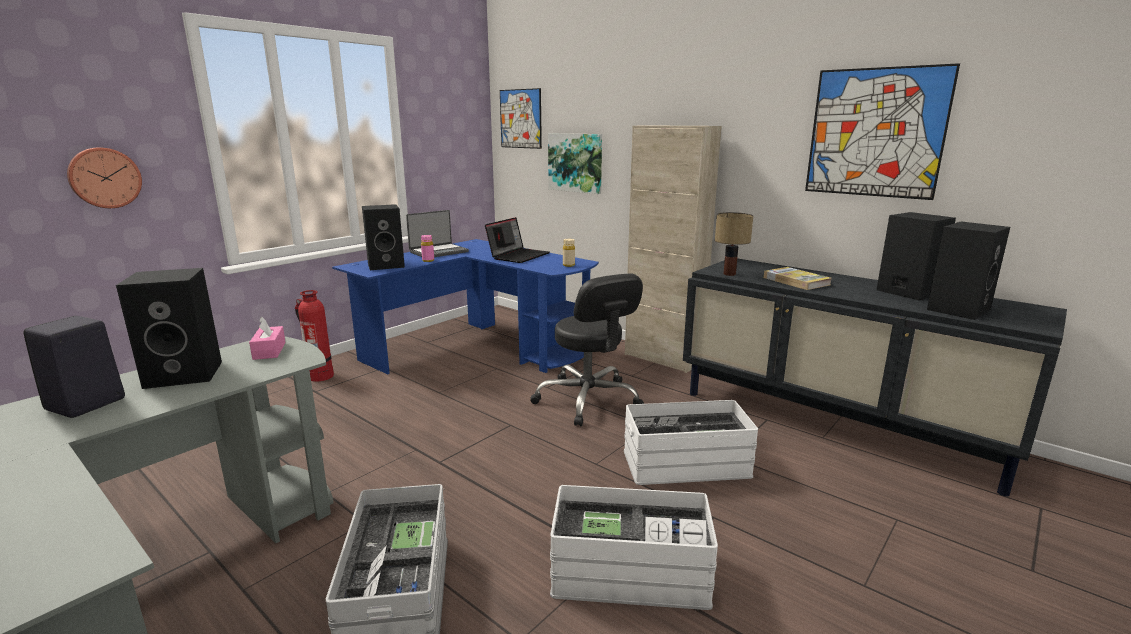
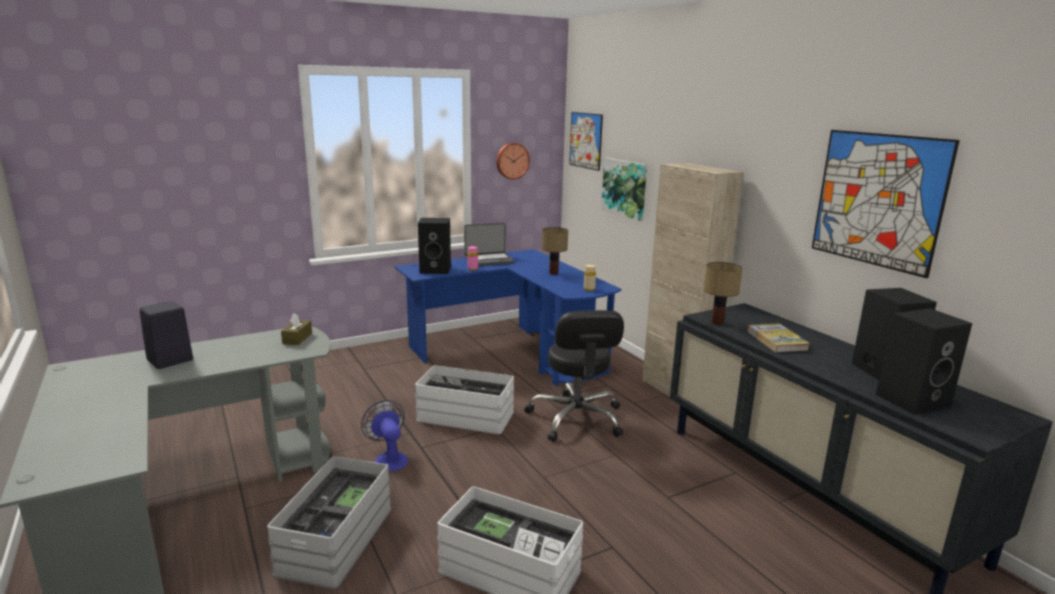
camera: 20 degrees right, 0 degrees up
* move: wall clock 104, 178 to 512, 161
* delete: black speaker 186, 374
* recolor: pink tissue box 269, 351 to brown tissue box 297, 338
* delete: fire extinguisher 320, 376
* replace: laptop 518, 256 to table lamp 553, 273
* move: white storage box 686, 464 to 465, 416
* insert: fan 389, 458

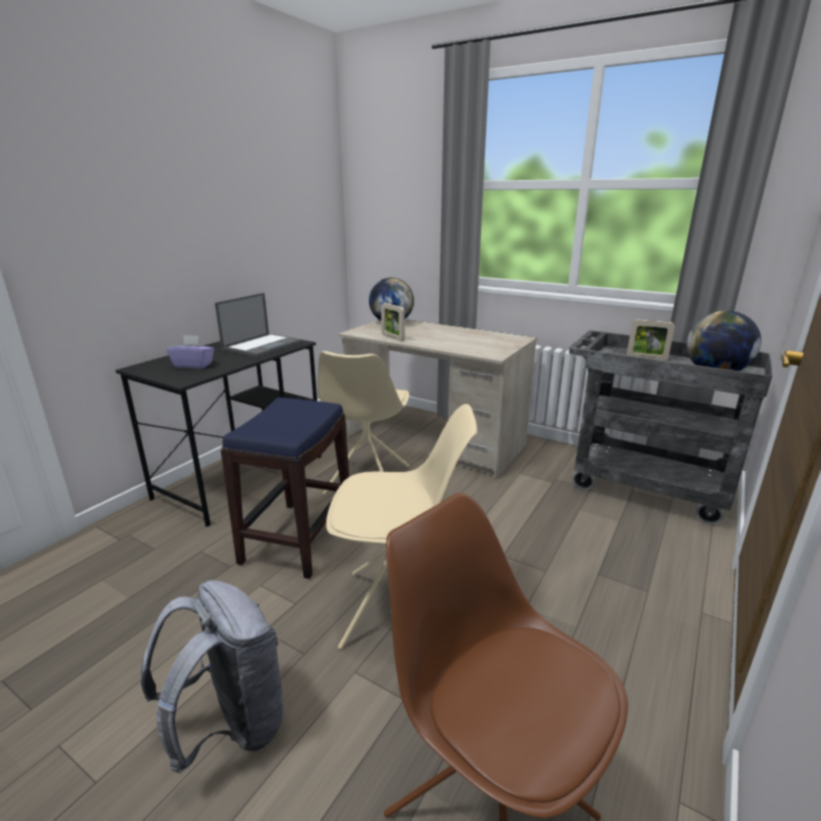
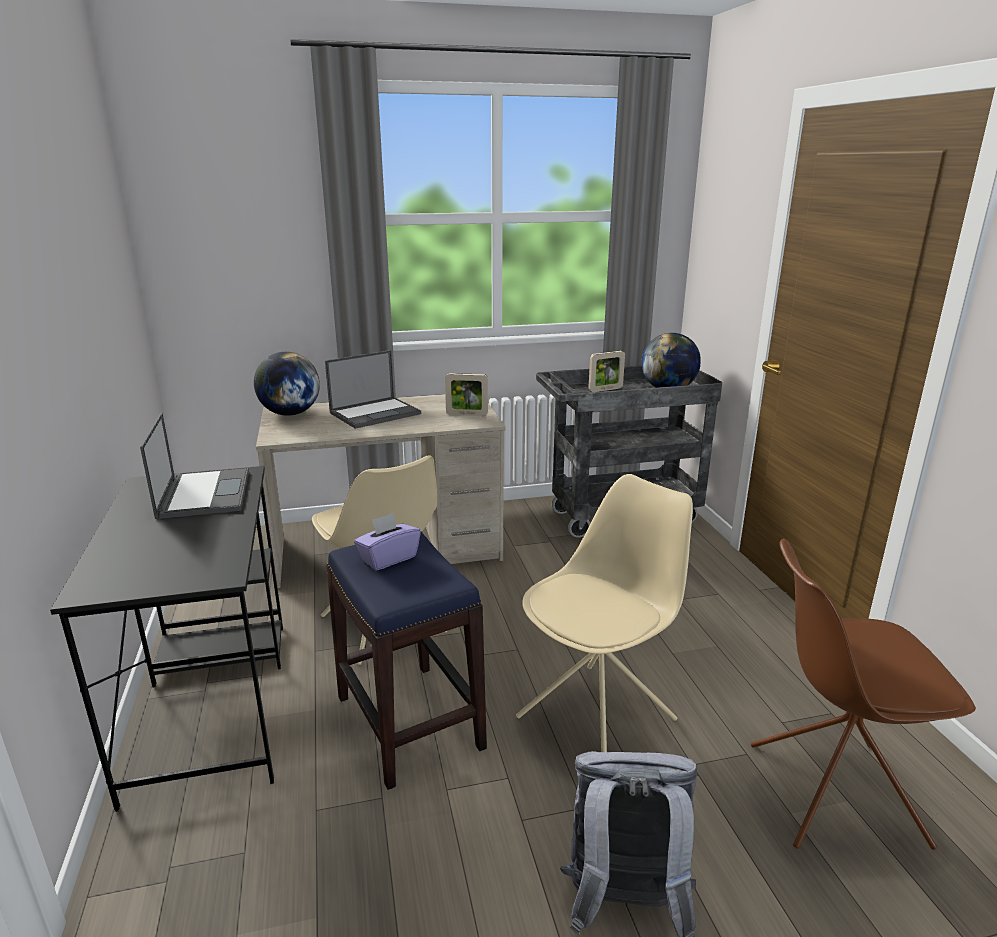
camera: 45 degrees left, 0 degrees up
* move: purple tissue box 193, 365 to 388, 558
* move: picture frame 392, 338 to 467, 414
* insert: laptop 376, 413

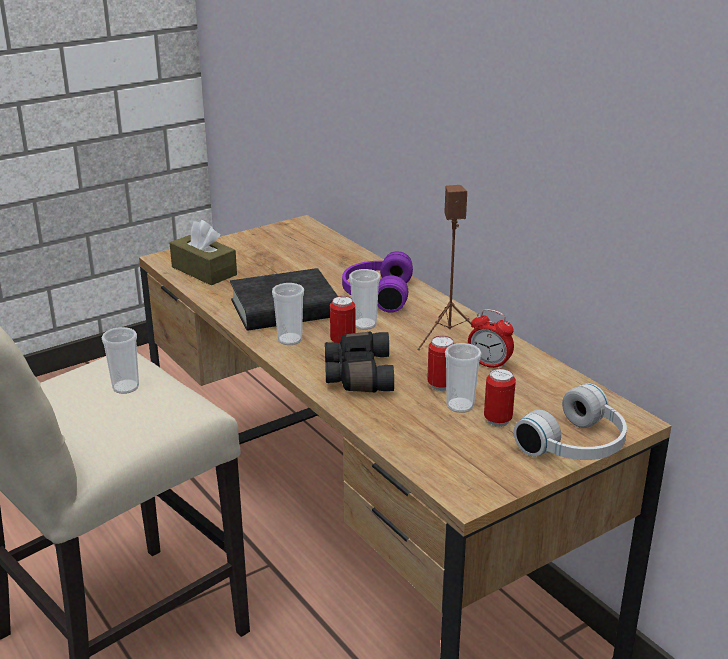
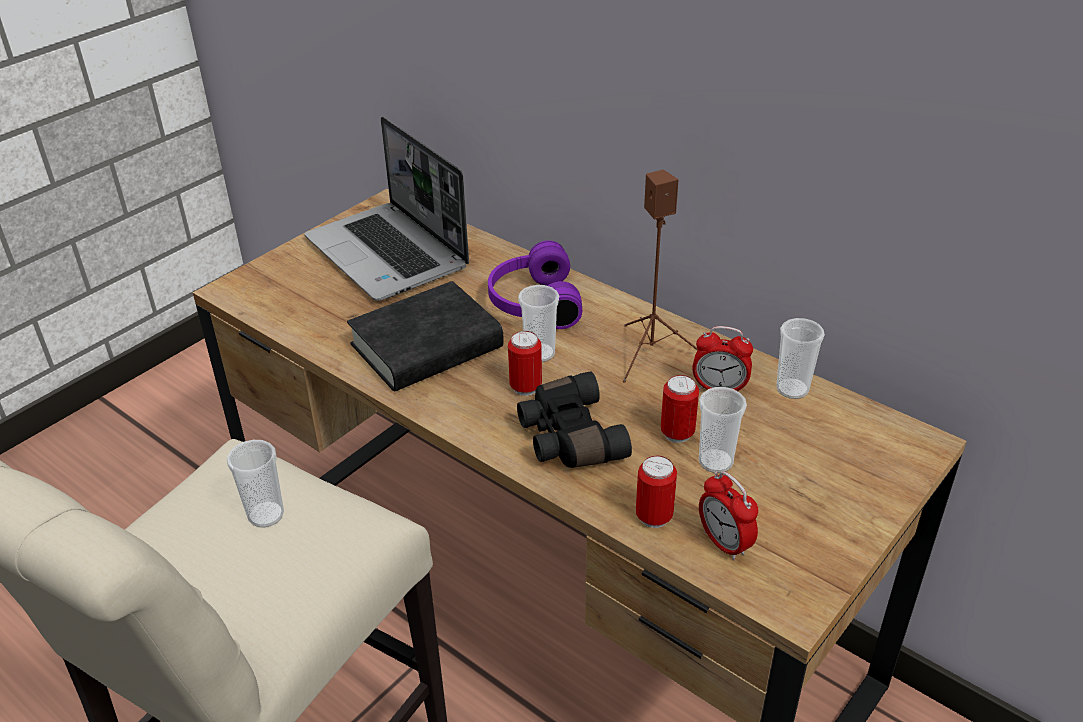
camera: 15 degrees left, 10 degrees up
* delete: brown tissue box 204, 271
* move: cup 290, 339 to 792, 389
* move: can 497, 420 to 654, 517
* delete: white headphones 577, 446
* insert: laptop 389, 254
* insert: alarm clock 724, 543

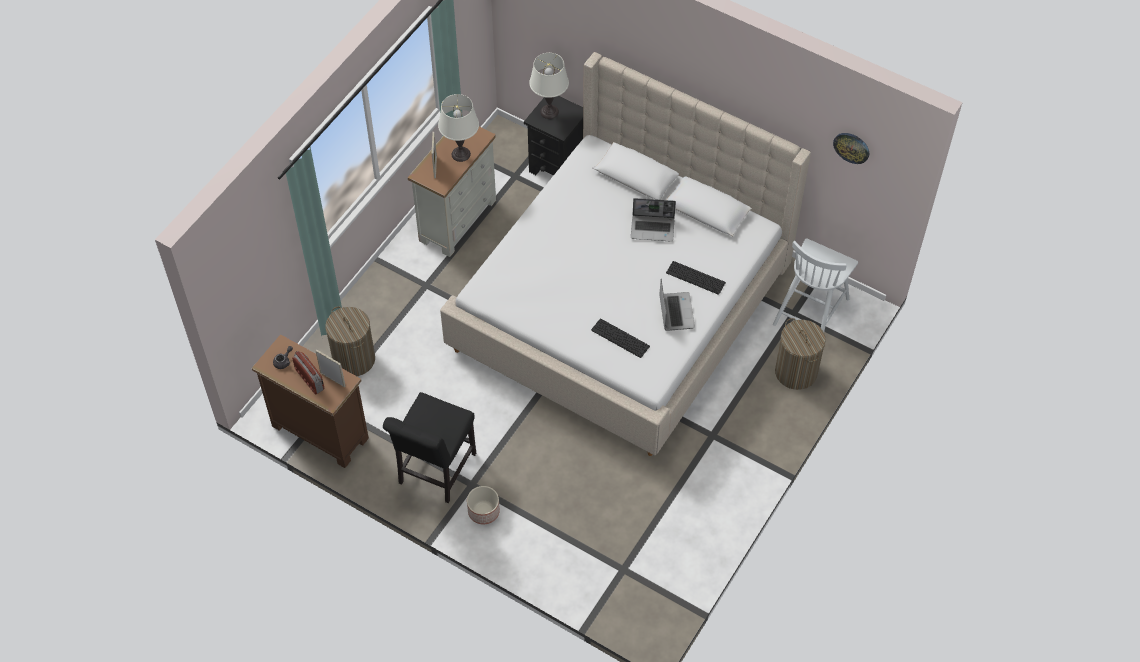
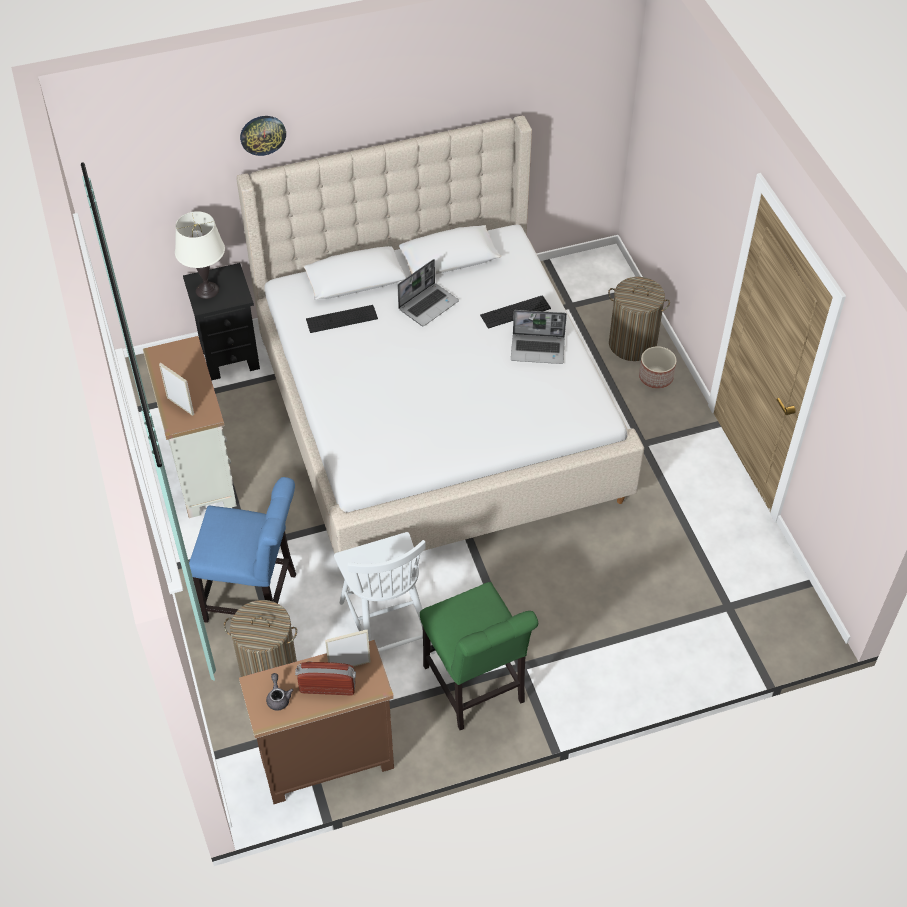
camera: 50 degrees left, 5 degrees down
* recolor: black chair 435, 472 to green chair 476, 688
* delete: white table lamp 461, 154
* move: planter 483, 511 to 655, 377
* move: keyboard 620, 338 to 342, 319
* rotate: laptop 675, 311 = 538, 349 150 degrees clockwise
* move: white chair 811, 310 to 386, 625
* move: wall clock 851, 147 to 262, 134
* insert: blue chair 256, 598

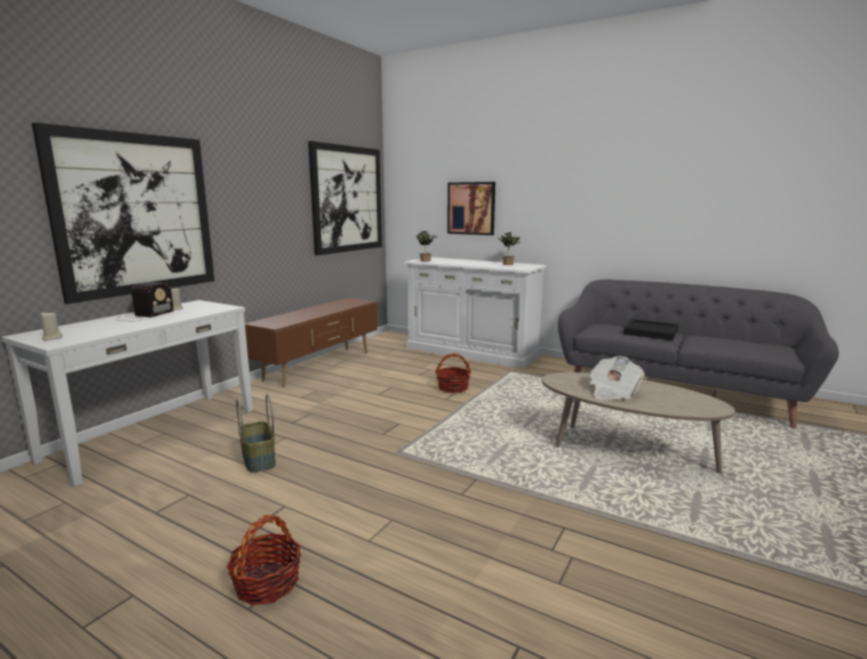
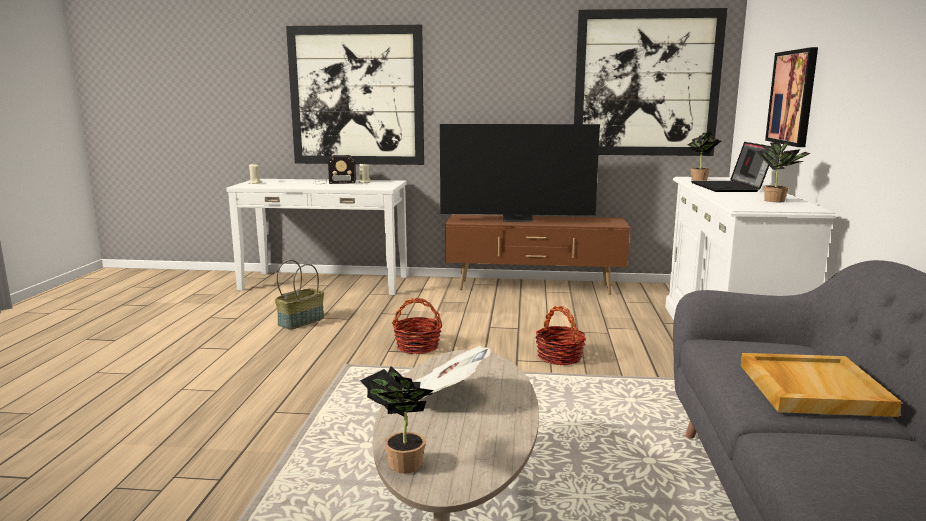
camera: 65 degrees right, 0 degrees up
* move: basket 267, 583 to 417, 346
* recolor: black tray 650, 332 to beige tray 811, 388
* insert: potted plant 400, 463
* insert: television 518, 220
* insert: laptop 730, 188

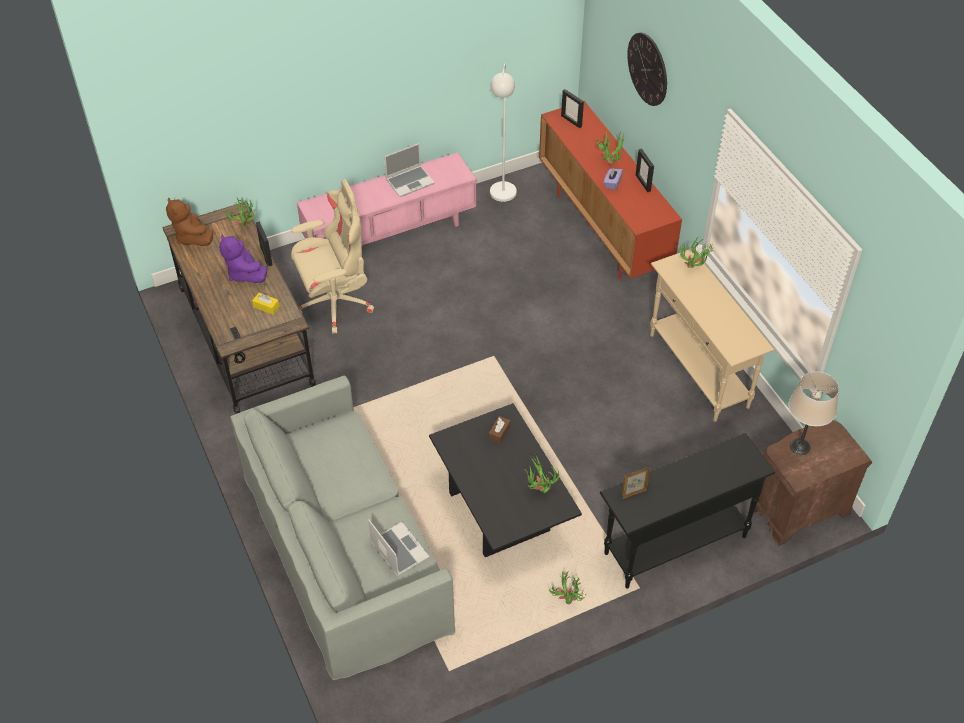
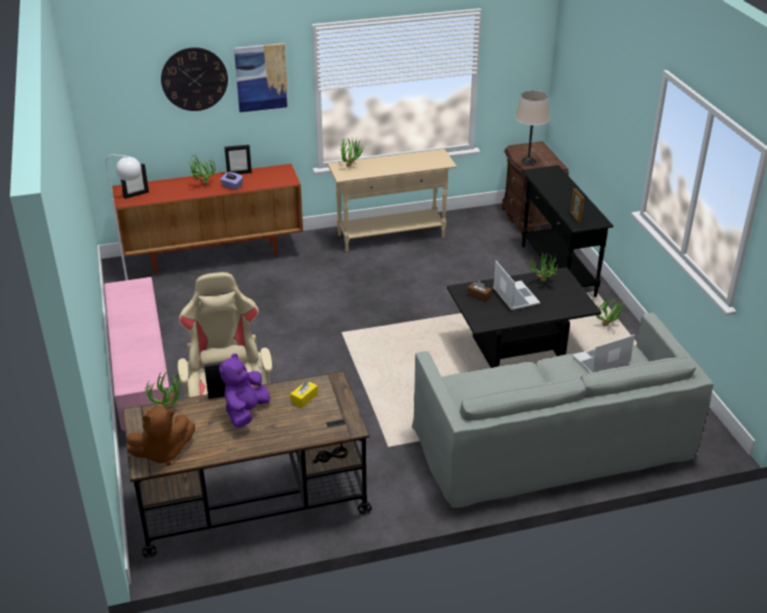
camera: 80 degrees left, 15 degrees down
* rotate: purple plush toy 244, 274 = 245, 412 135 degrees clockwise
* move: laptop 410, 181 to 515, 296
* insert: picture 261, 77

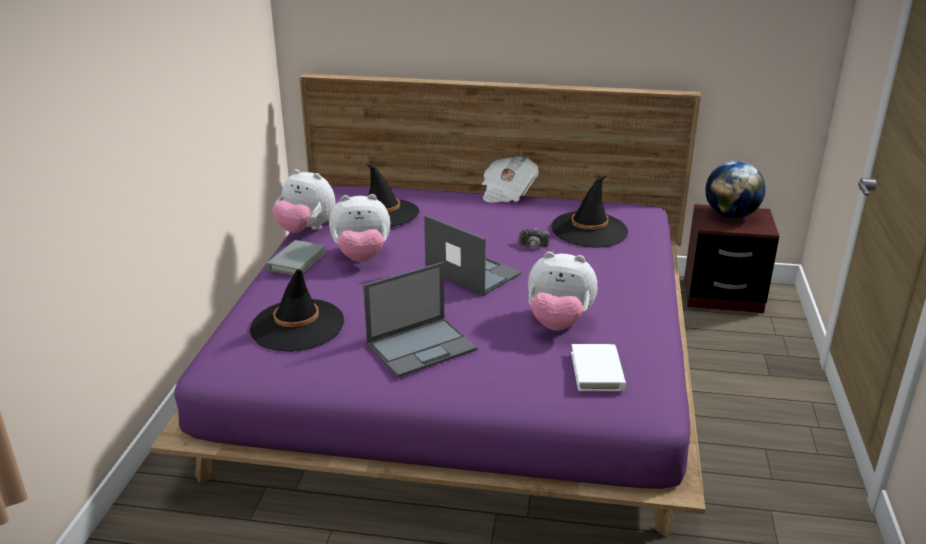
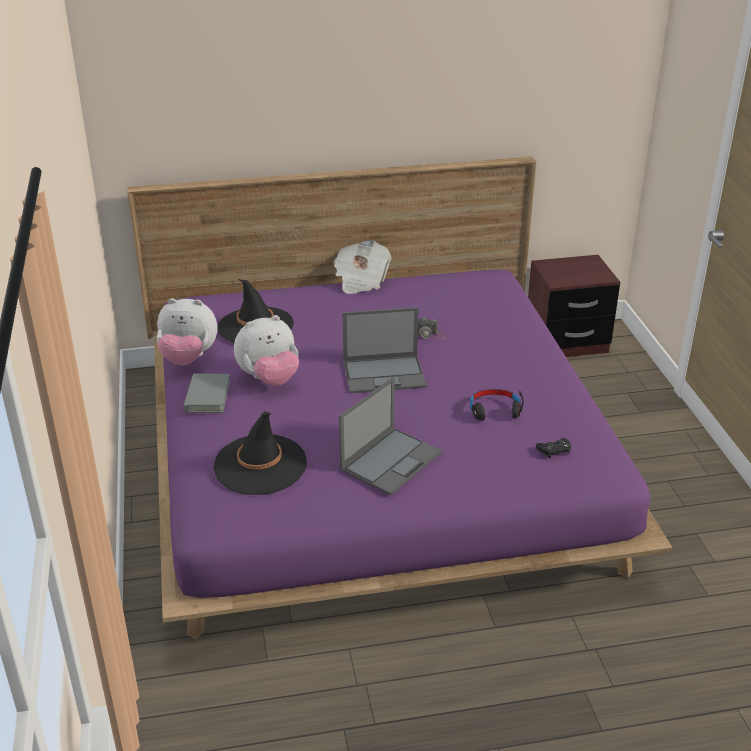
camera: 20 degrees left, 5 degrees up
* rotate: laptop 471, 272 = 385, 374 150 degrees clockwise
* replace: plush toy 558, 323 to black headphones 494, 410
* delete: black hat 589, 230
* replace: white book 597, 371 to black game controller 554, 450
* delete: globe 730, 215

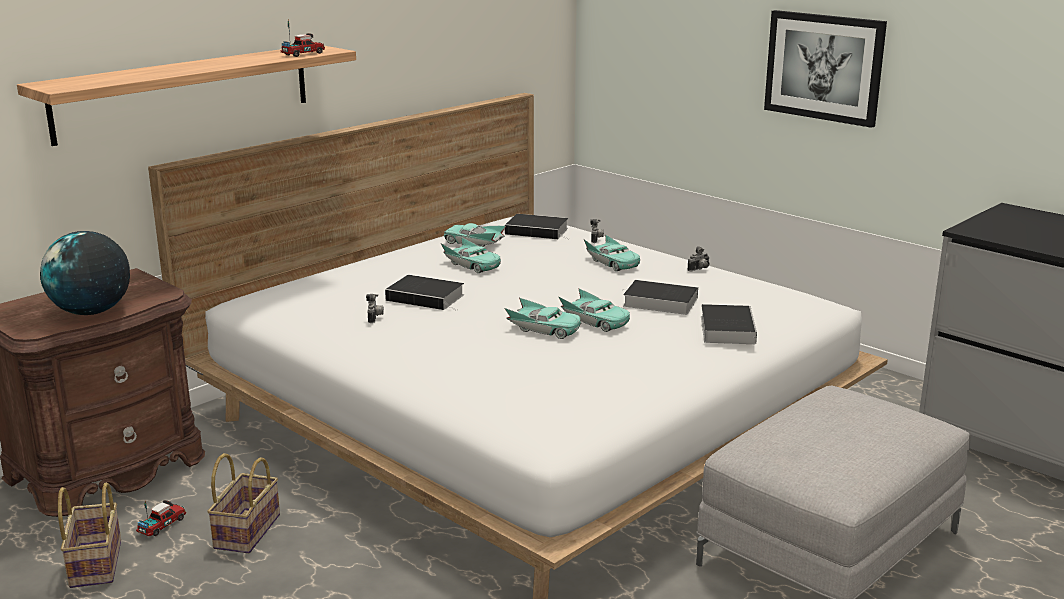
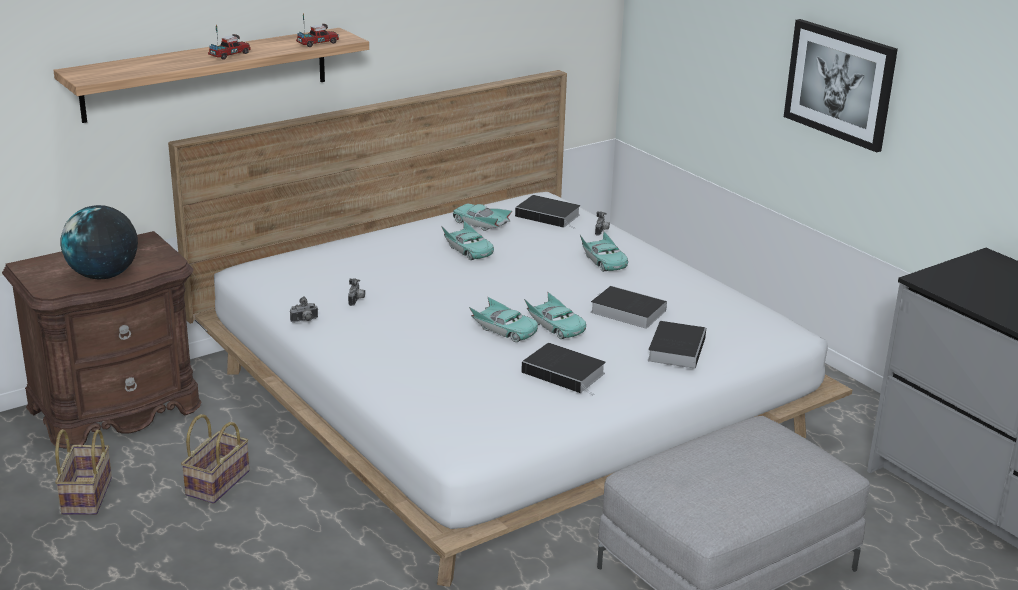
camera: 10 degrees right, 5 degrees up
* move: toy truck 163, 525 to 230, 55
* move: book 427, 297 to 566, 373
* move: photo camera 699, 269 to 305, 321

